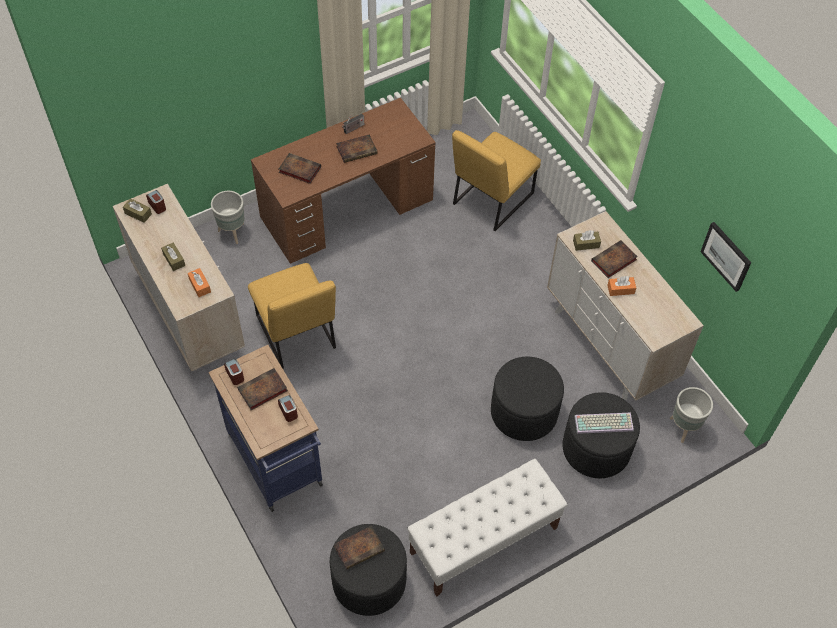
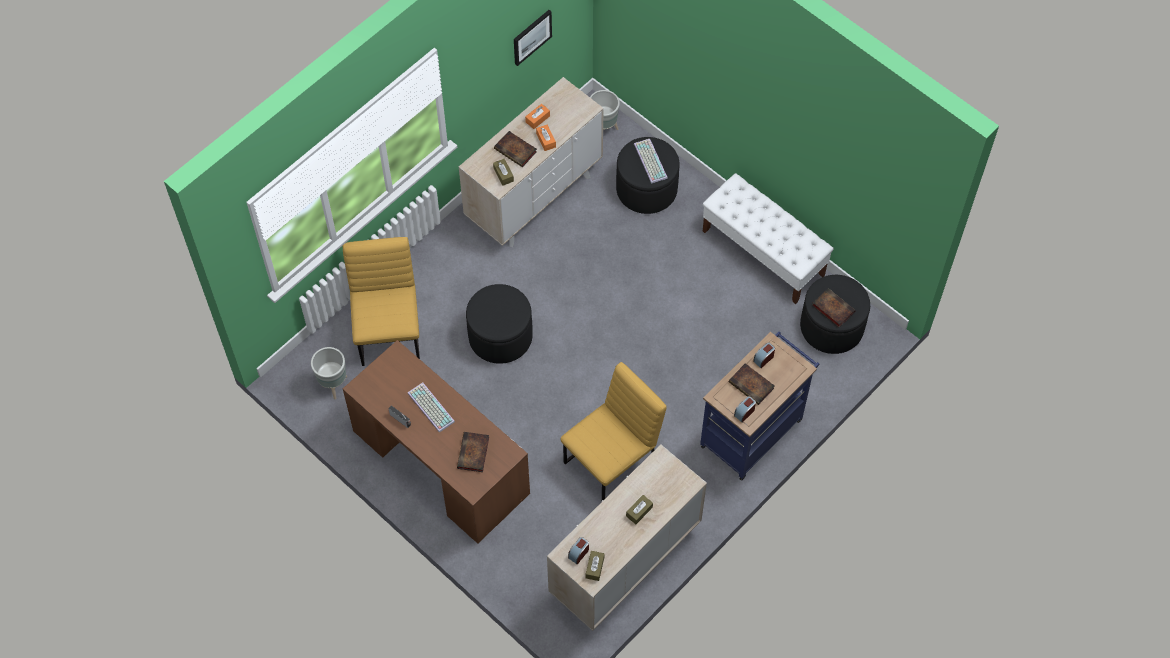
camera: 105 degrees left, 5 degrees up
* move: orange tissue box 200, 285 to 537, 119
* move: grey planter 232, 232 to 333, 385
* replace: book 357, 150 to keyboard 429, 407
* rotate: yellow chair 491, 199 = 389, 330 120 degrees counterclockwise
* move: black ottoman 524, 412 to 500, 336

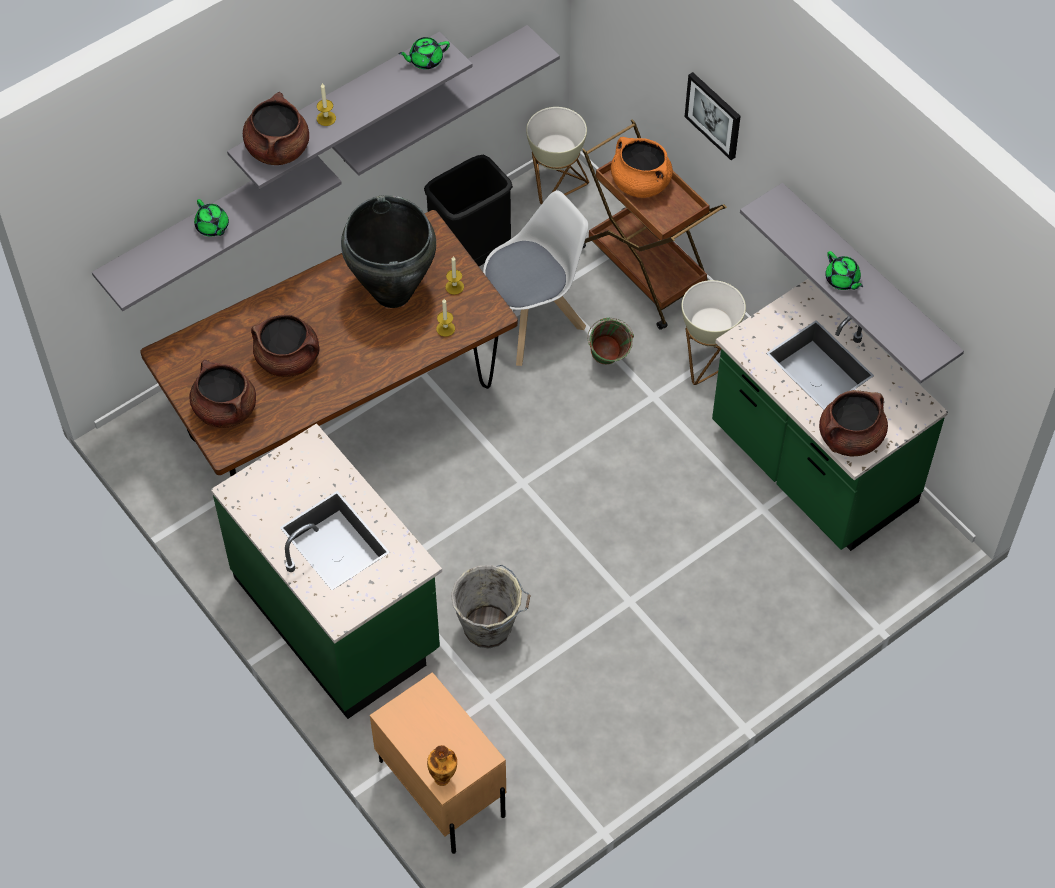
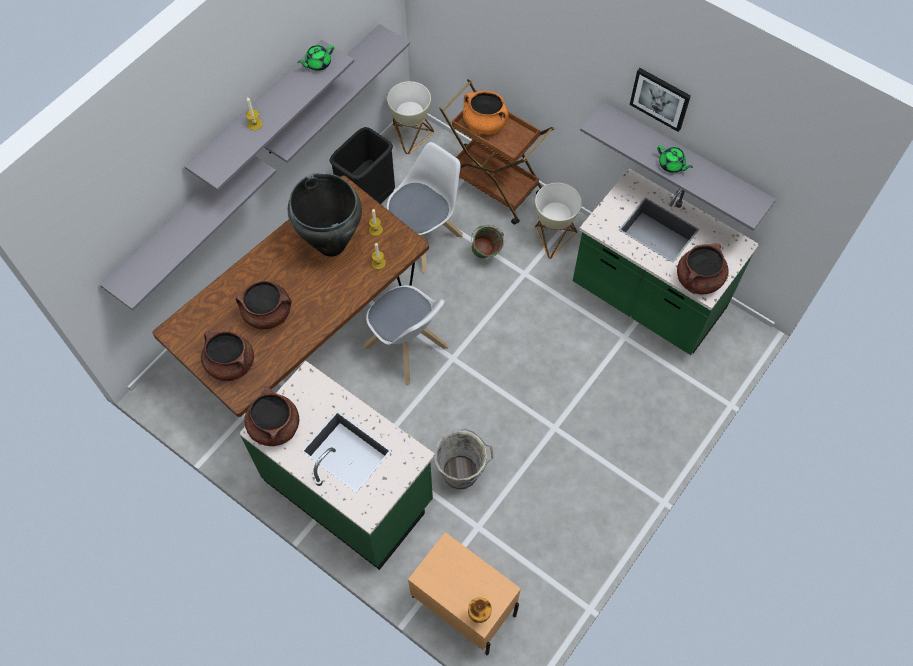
camera: 15 degrees left, 5 degrees up
* delete: green teapot 212, 227
* move: brown cooking pot 278, 149 to 274, 426
* move: picture 714, 115 to 660, 98
* insert: chair 407, 348

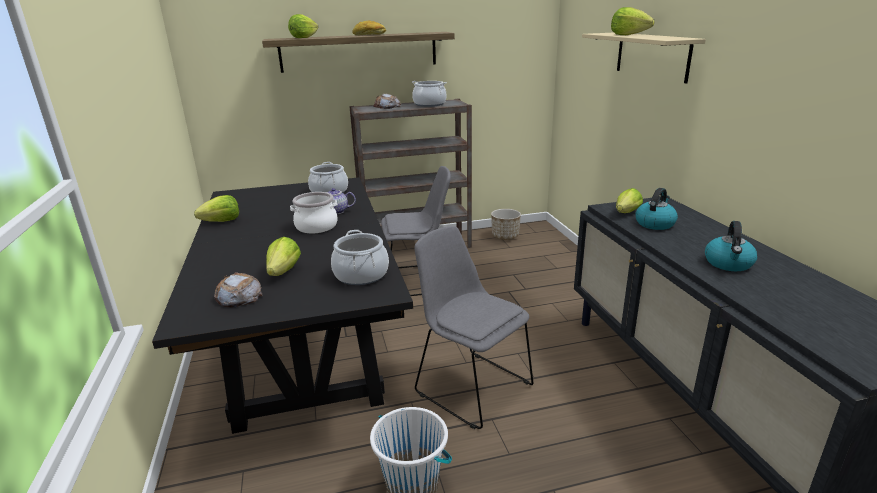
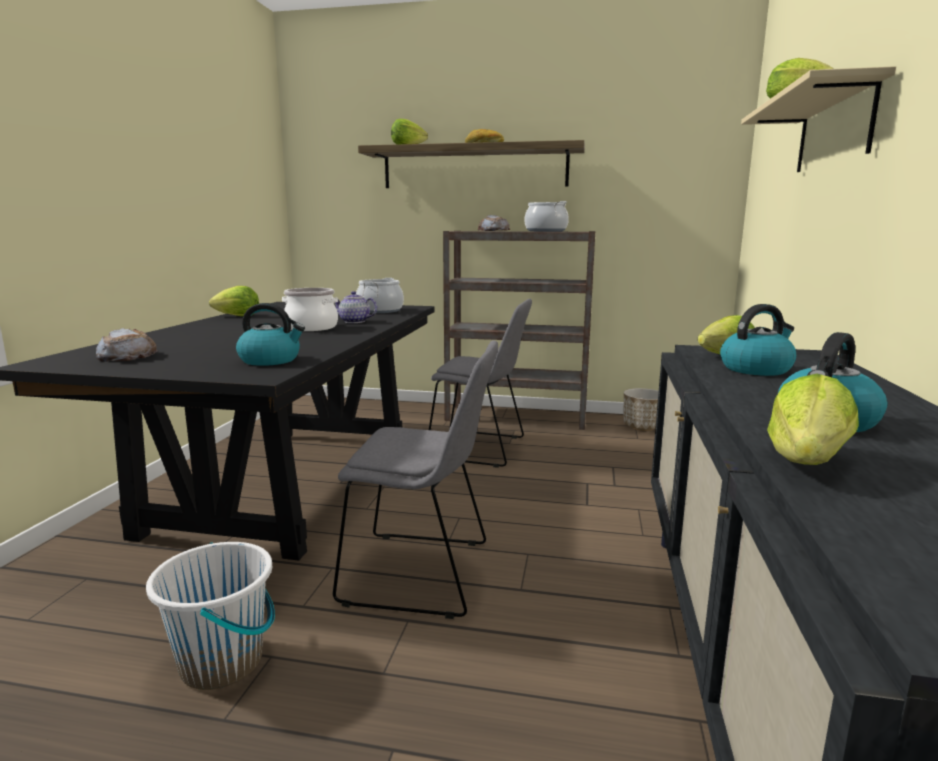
camera: 25 degrees right, 10 degrees down
* move: lettuce 283, 271 to 806, 461
* replace: cooking pot 361, 275 to kettle 271, 360
* rotate: grey chair 471, 386 = 422, 573 120 degrees clockwise

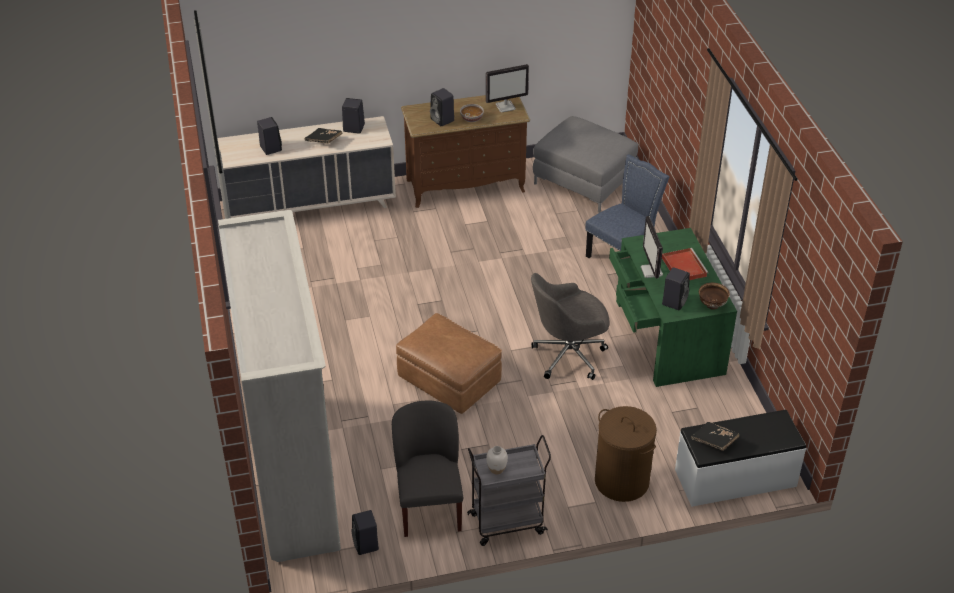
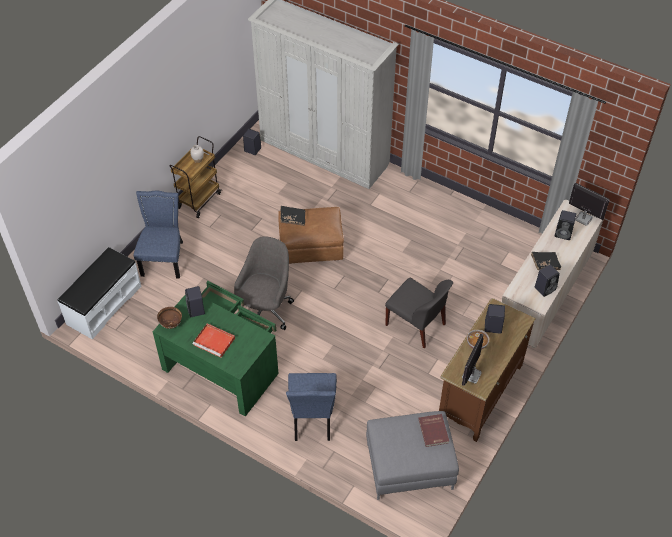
camera: 135 degrees right, 10 degrees up
* move: grey chair 429, 505 to 416, 325
* recolor: grey cart 506, 524 to brown cart 199, 200
* replace: brown laundry basket 621, 481 to blue chair 164, 260
* move: monitor 651, 271 to 583, 218
* move: black book 714, 441 to 292, 219
* insert: red book 434, 431

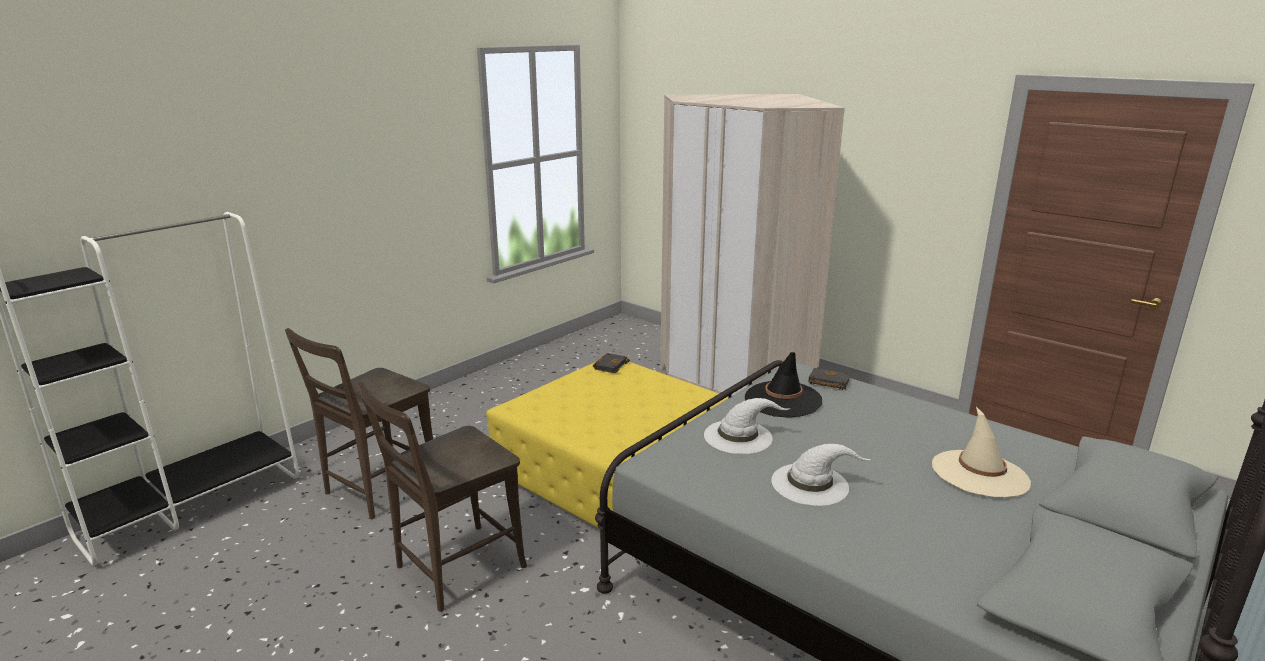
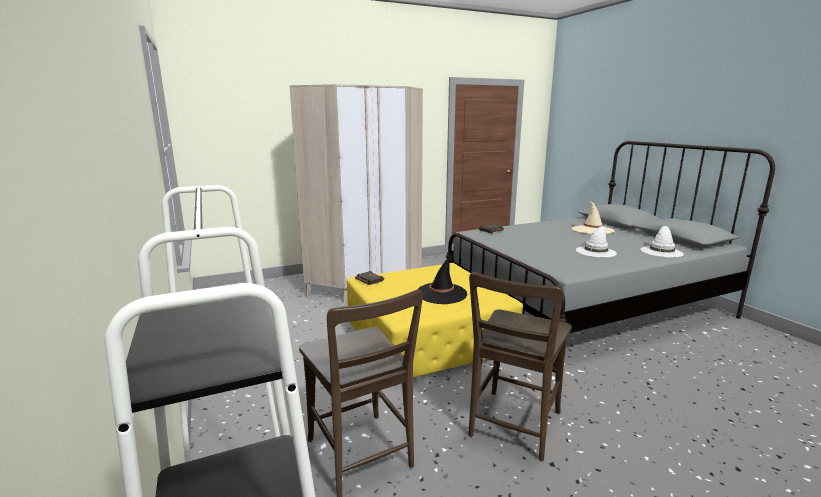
camera: 65 degrees left, 5 degrees down
* rotate: brown chair 454, 569 = 513, 427 45 degrees clockwise
* move: white hat 739, 436 to 661, 251
* move: black hat 783, 400 to 441, 293

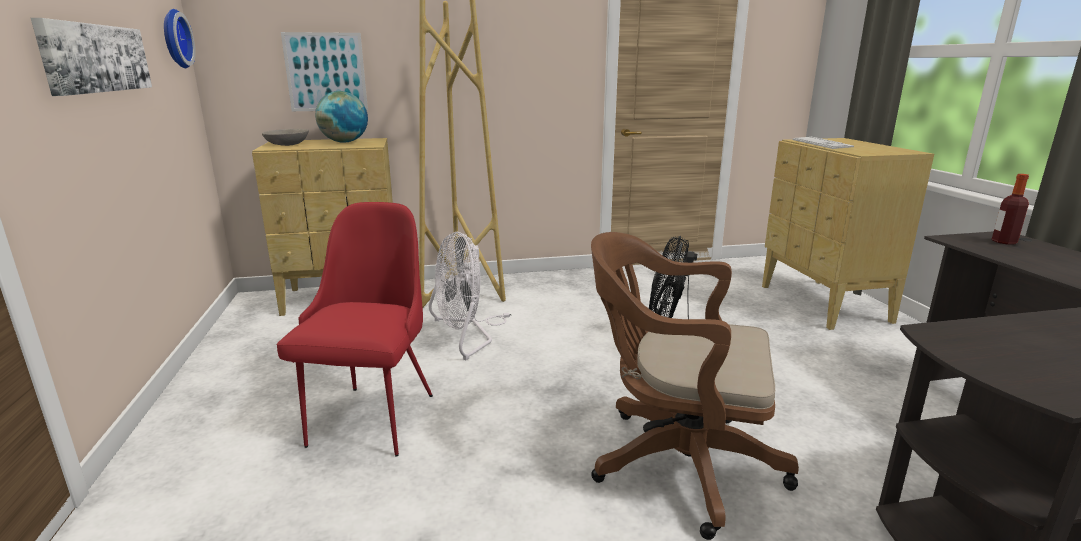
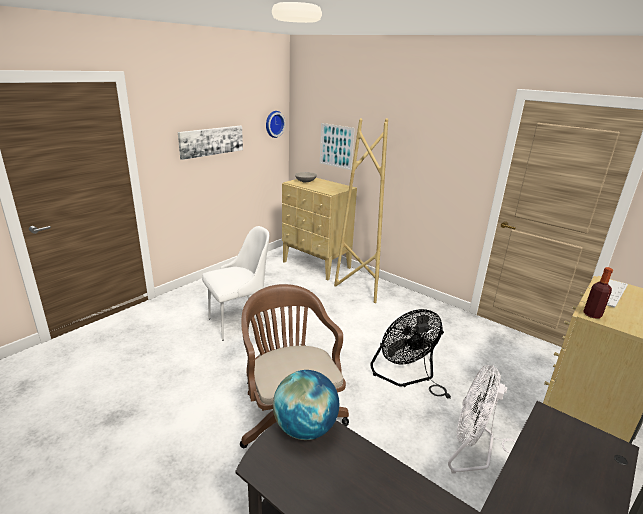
camera: 50 degrees right, 5 degrees up
* recolor: red chair 373, 419 to white chair 239, 323
* move: globe 345, 142 to 305, 428
* move: white fan 468, 333 to 477, 445
* move: bottle 1004, 242 to 592, 315

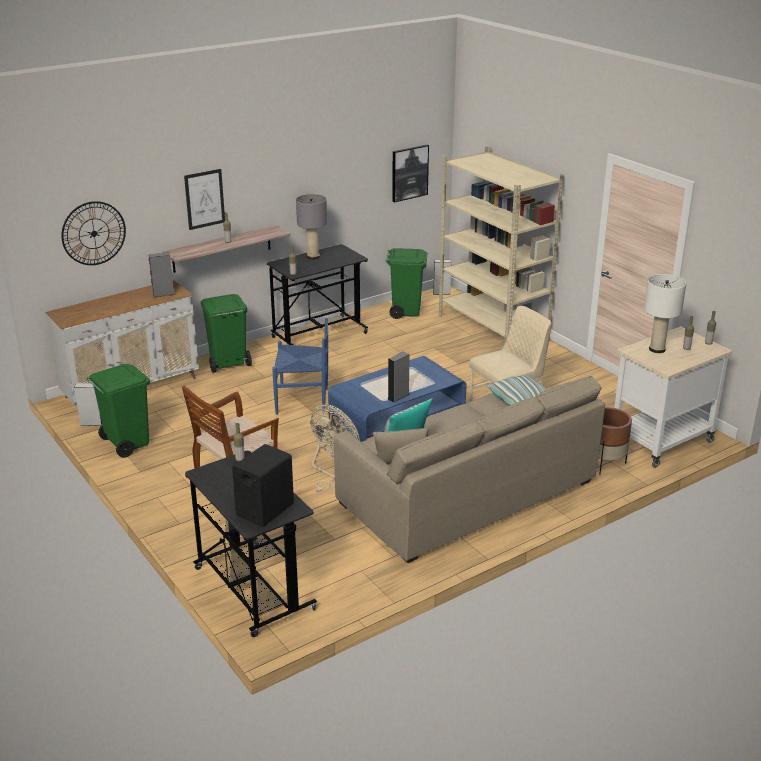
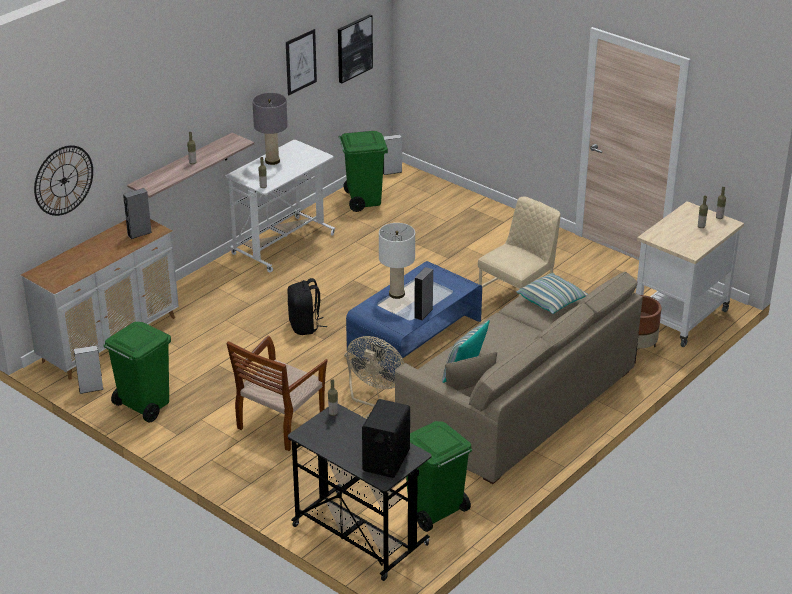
camera: 15 degrees left, 5 degrees up
* move: picture 204, 199 to 300, 62
* move: green trash can 228, 364 to 435, 512
* recolor: black desk 319, 335 to white desk 283, 244
* replace: blue chair 303, 400 to black backpack 305, 326
* delete: beige bookcase 492, 328
* move: white table lamp 657, 349 to 396, 294

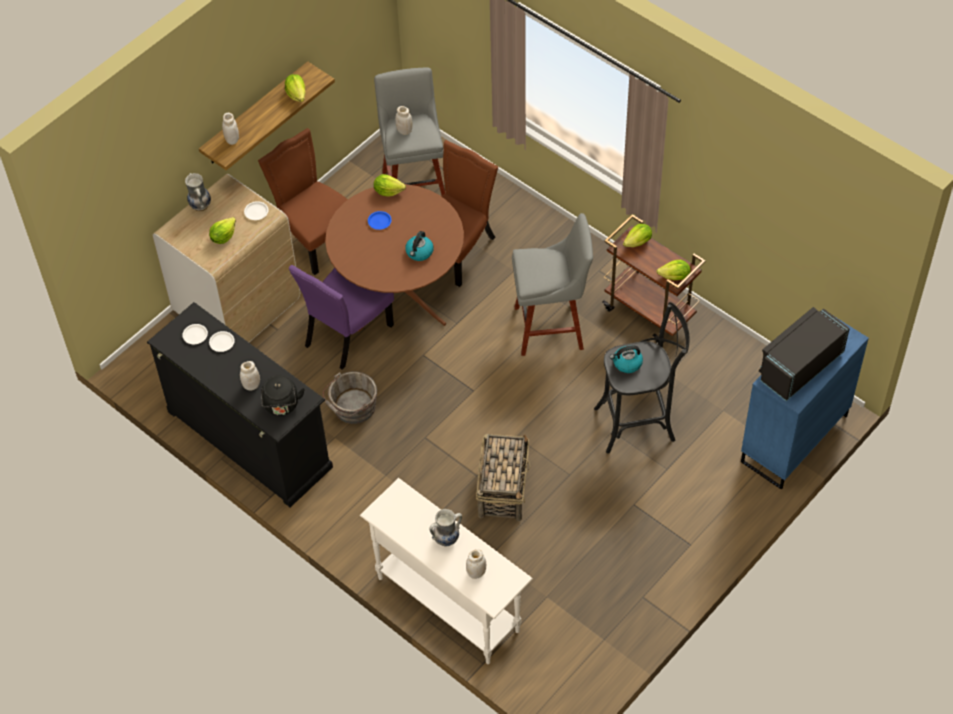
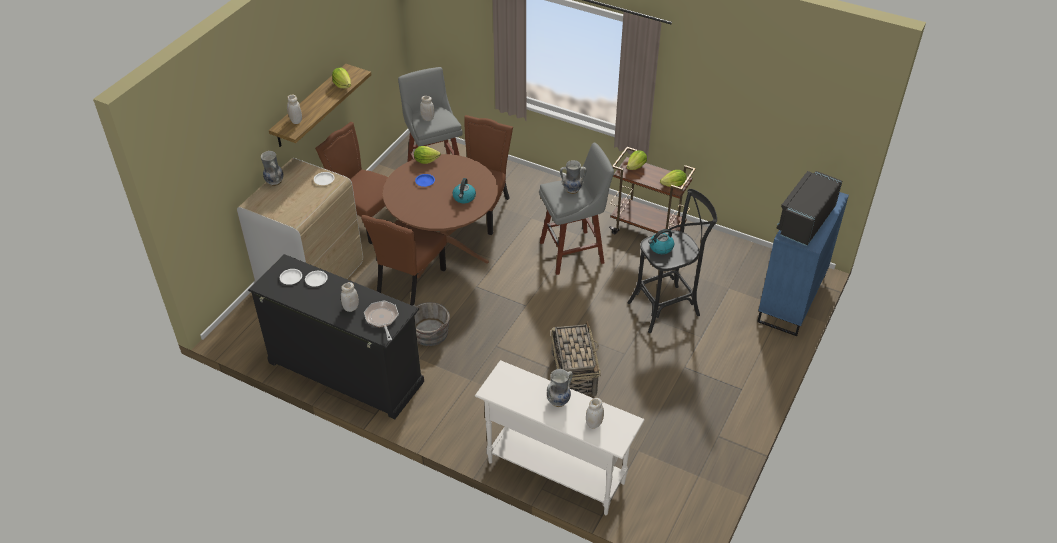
camera: 15 degrees left, 10 degrees down
* delete: lettuce 223, 237
* replace: black kettle 281, 406 to frying pan 382, 319
* recolor: purple chair 348, 333 to brown chair 410, 280
* insert: vase 572, 190

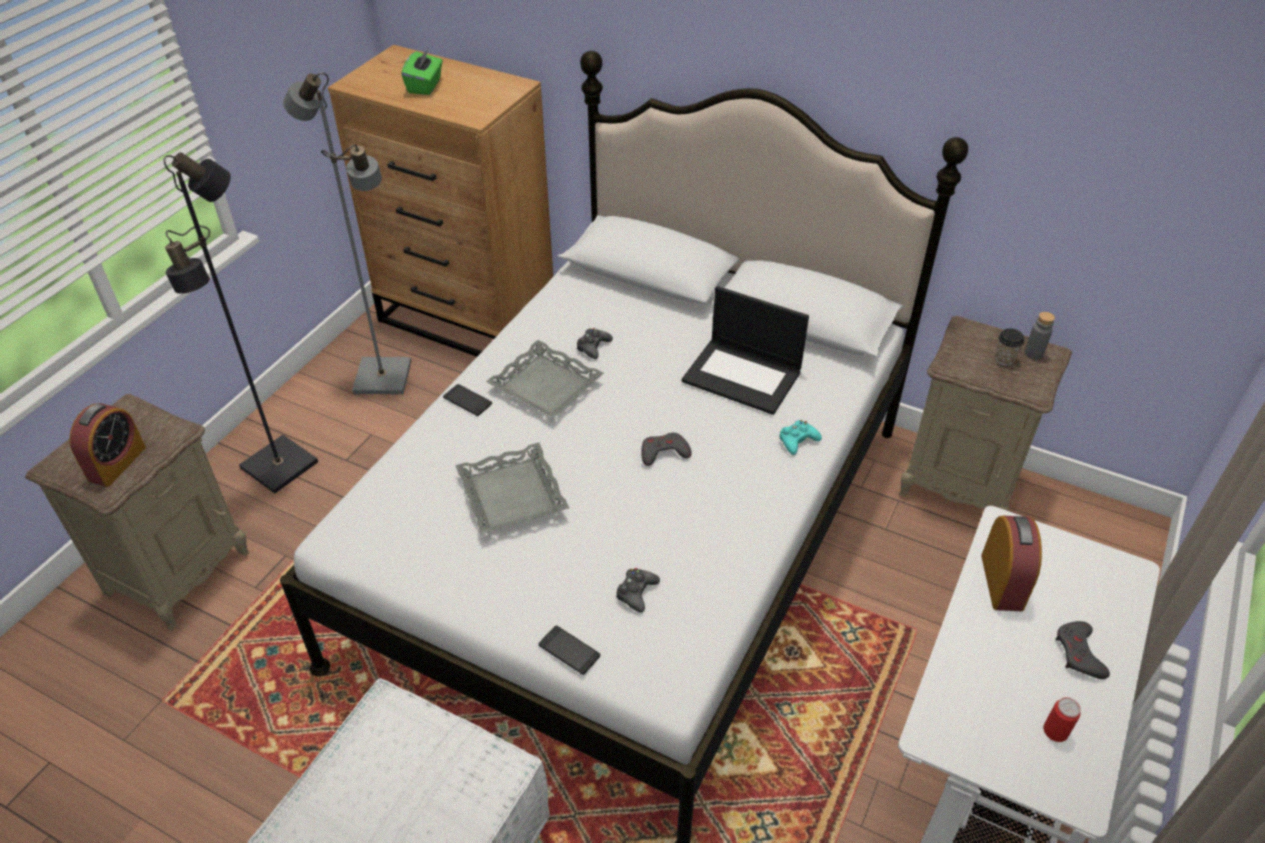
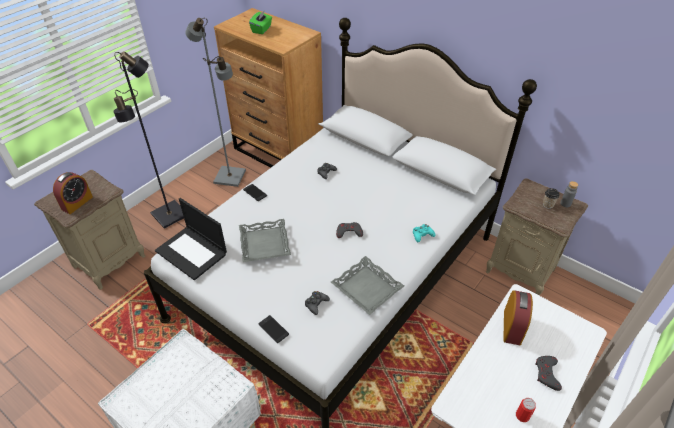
camera: 10 degrees right, 0 degrees up
* move: grey tray 545, 386 to 366, 288
* move: laptop 743, 376 to 192, 252

